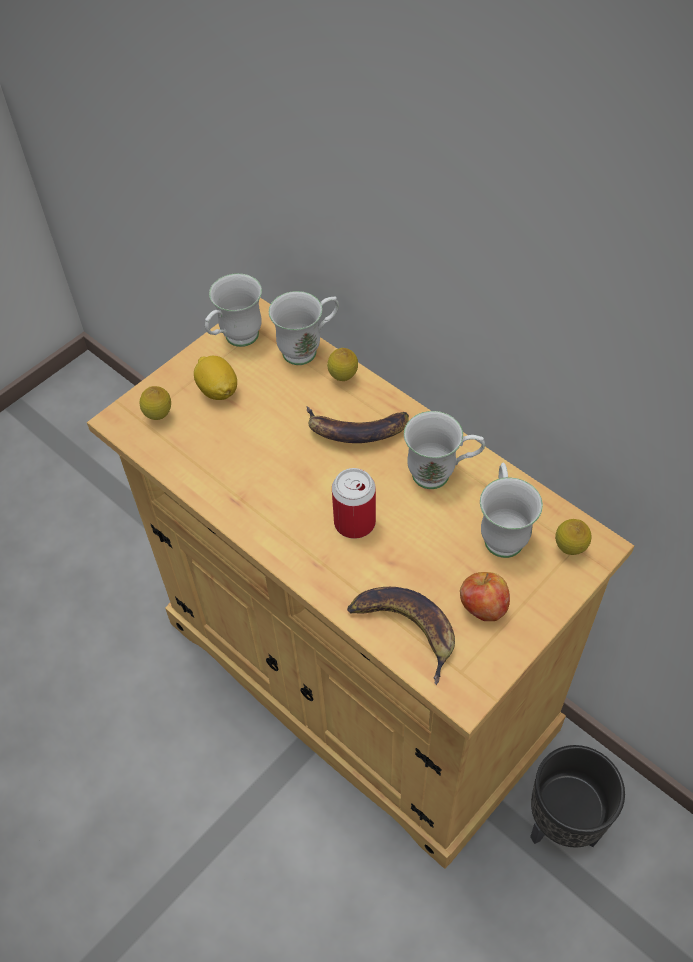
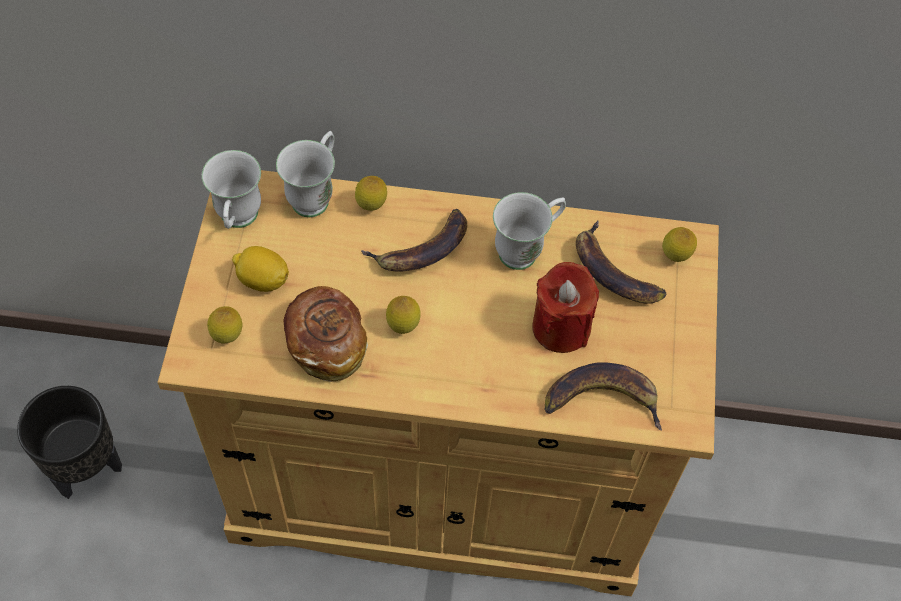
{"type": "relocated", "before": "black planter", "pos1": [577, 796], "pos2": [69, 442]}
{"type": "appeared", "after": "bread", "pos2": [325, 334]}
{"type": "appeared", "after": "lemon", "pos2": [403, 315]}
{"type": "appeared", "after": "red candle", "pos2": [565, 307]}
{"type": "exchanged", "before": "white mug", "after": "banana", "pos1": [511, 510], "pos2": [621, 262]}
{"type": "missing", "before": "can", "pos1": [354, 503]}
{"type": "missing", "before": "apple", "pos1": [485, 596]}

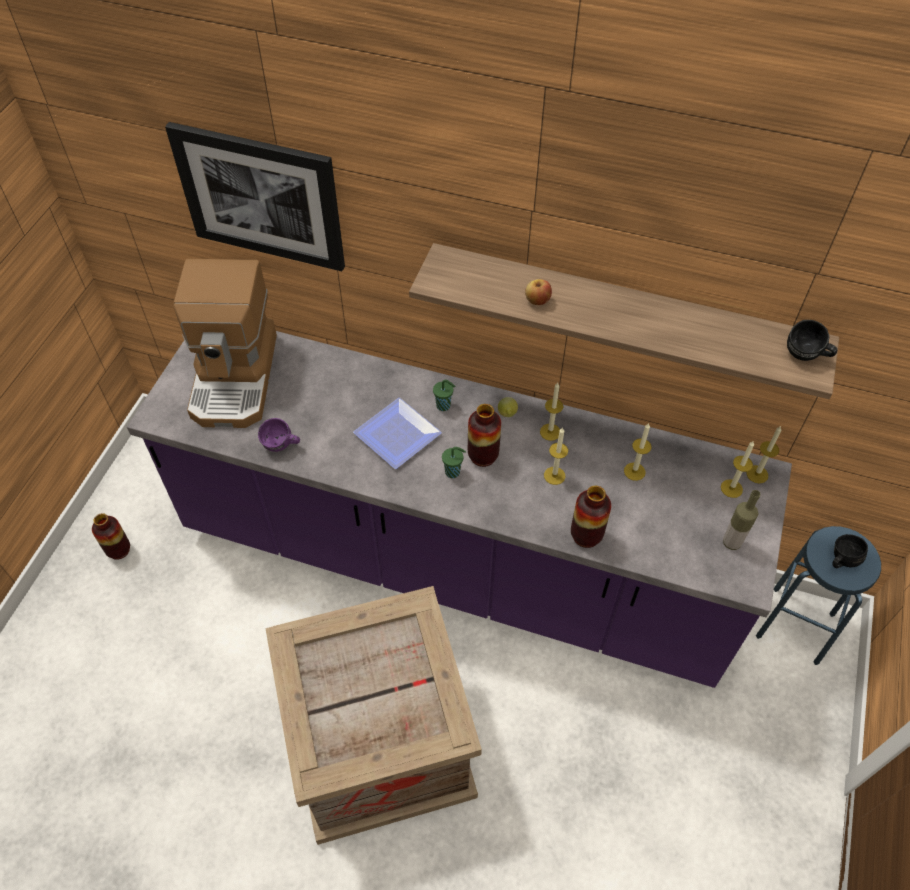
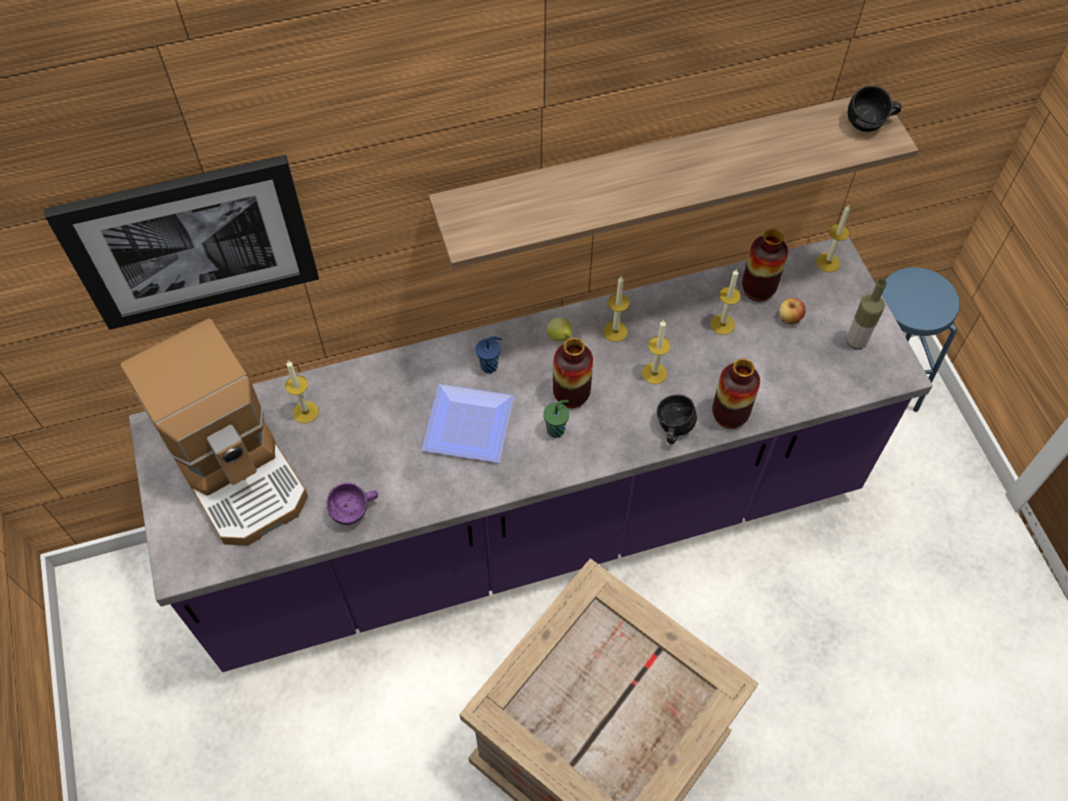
{"type": "relocated", "before": "candle", "pos1": [737, 469], "pos2": [302, 392]}
{"type": "colour", "before": "green cup", "after": "blue cup", "pos1": [444, 395], "pos2": [489, 354]}
{"type": "relocated", "before": "black mug", "pos1": [850, 551], "pos2": [677, 419]}
{"type": "relocated", "before": "vase", "pos1": [111, 536], "pos2": [765, 265]}
{"type": "relocated", "before": "apple", "pos1": [538, 292], "pos2": [792, 311]}

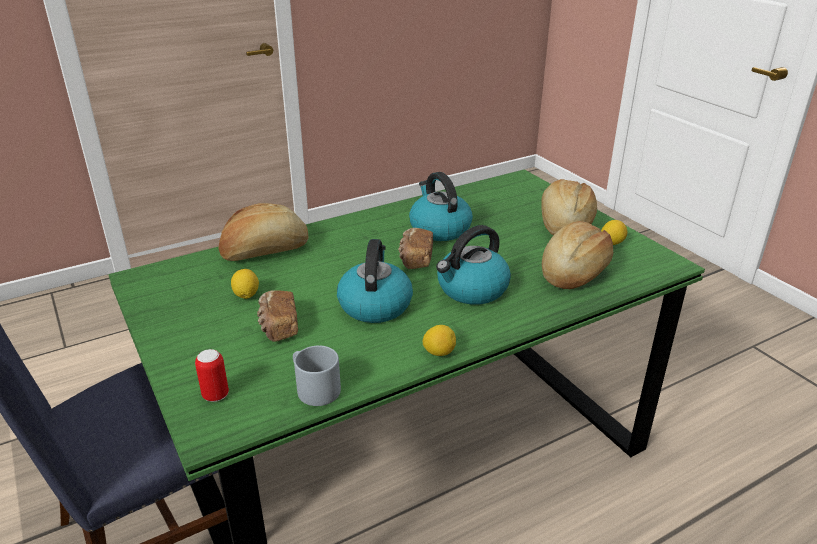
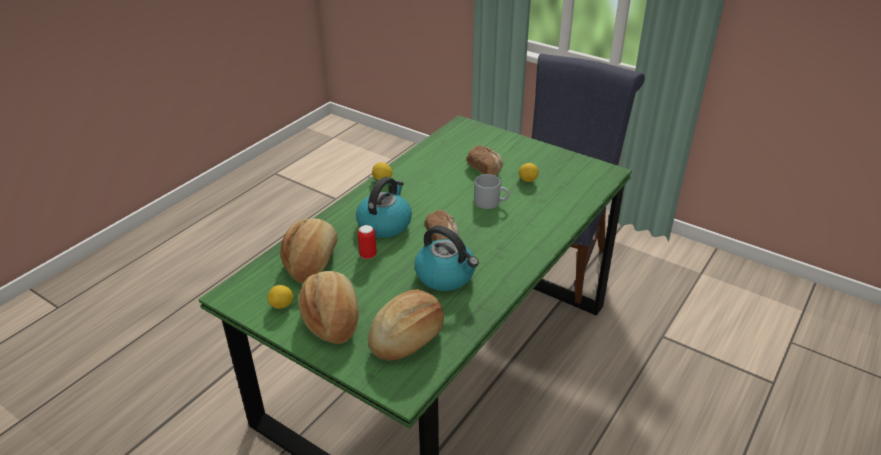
{"type": "relocated", "before": "can", "pos1": [212, 375], "pos2": [367, 242]}
{"type": "relocated", "before": "bread", "pos1": [264, 232], "pos2": [406, 324]}
{"type": "relocated", "before": "grey mug", "pos1": [317, 375], "pos2": [492, 191]}
{"type": "missing", "before": "kettle", "pos1": [375, 281]}

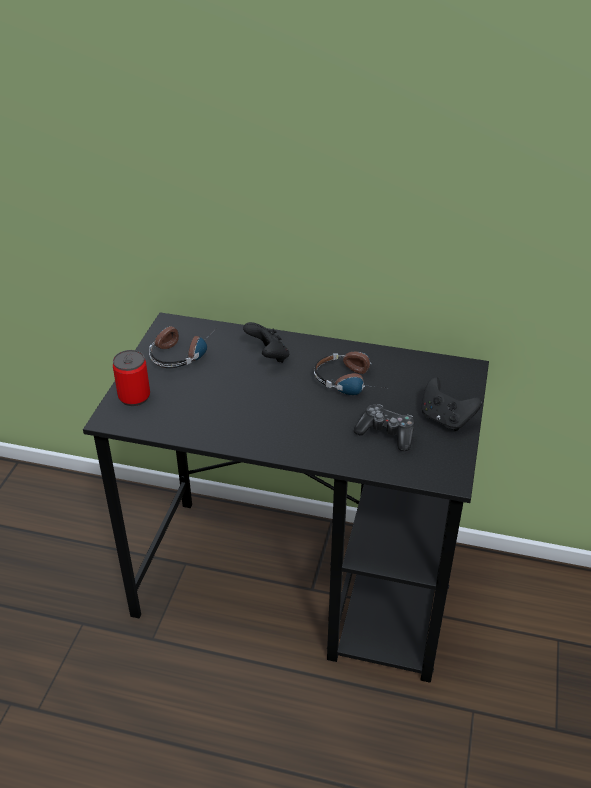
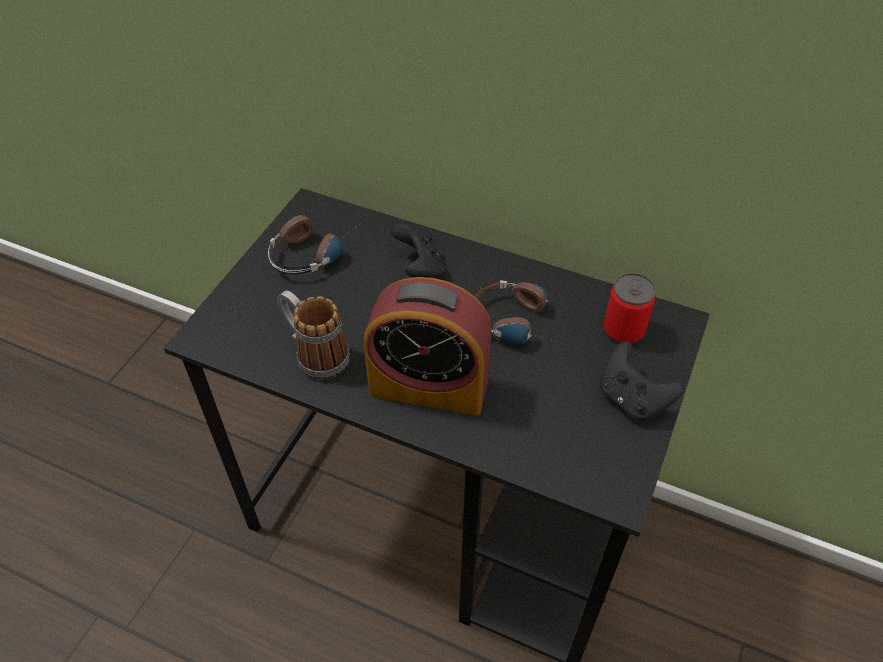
{"type": "appeared", "after": "mug", "pos2": [314, 335]}
{"type": "appeared", "after": "alarm clock", "pos2": [428, 346]}
{"type": "relocated", "before": "can", "pos1": [131, 378], "pos2": [630, 308]}
{"type": "missing", "before": "game controller", "pos1": [384, 427]}

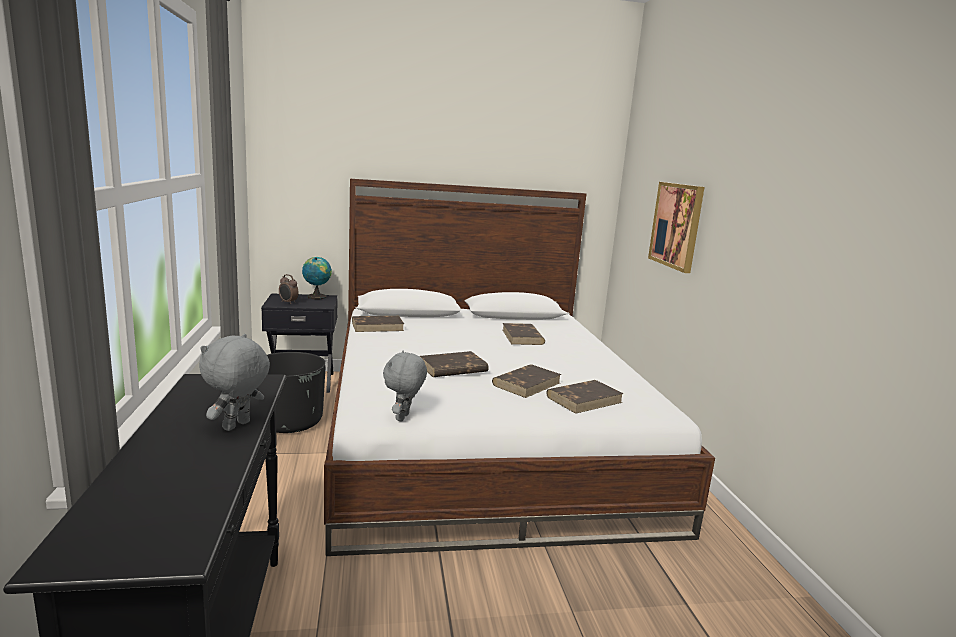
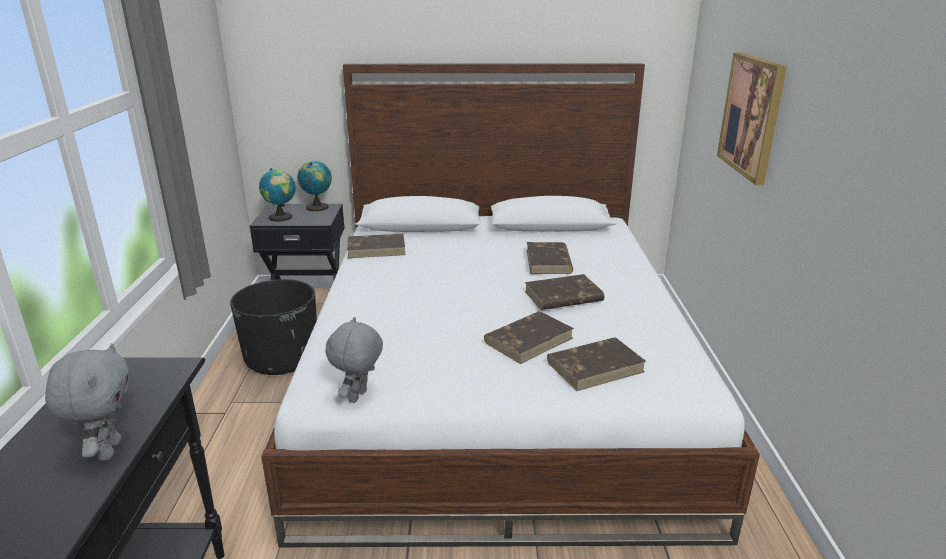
{"type": "spun", "before": "grey plush toy", "pos1": [234, 382], "pos2": [87, 402], "turn": 135}
{"type": "exchanged", "before": "alarm clock", "after": "globe", "pos1": [289, 289], "pos2": [277, 194]}
{"type": "relocated", "before": "brown book", "pos1": [454, 364], "pos2": [564, 292]}

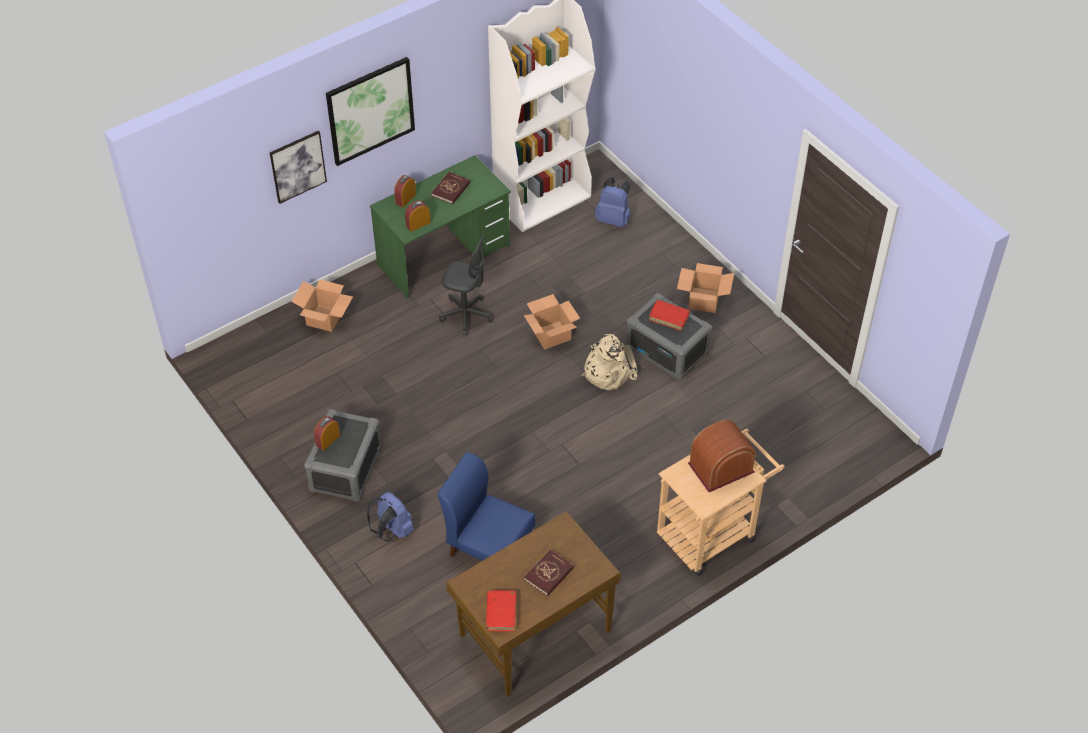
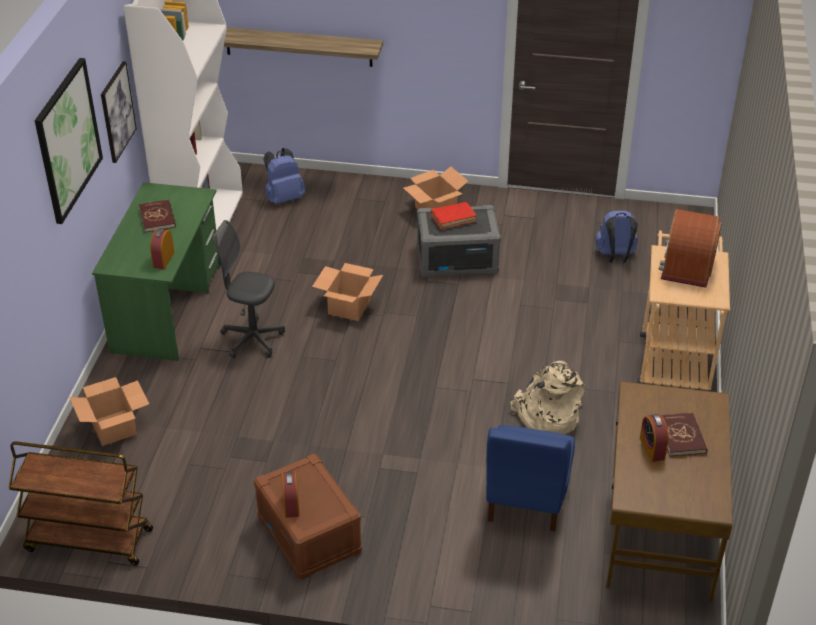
{"type": "appeared", "after": "brown cart", "pos2": [80, 503]}
{"type": "relocated", "before": "picture", "pos1": [298, 167], "pos2": [119, 112]}
{"type": "spun", "before": "grey office chair", "pos1": [466, 285], "pos2": [249, 289], "turn": -135}
{"type": "appeared", "after": "shelf", "pos2": [303, 47]}
{"type": "colour", "before": "grey storage box", "after": "brown storage box", "pos1": [343, 455], "pos2": [308, 517]}
{"type": "spun", "before": "blue chair", "pos1": [487, 506], "pos2": [530, 478], "turn": -60}
{"type": "relocated", "before": "beige backpack", "pos1": [610, 362], "pos2": [548, 397]}
{"type": "relocated", "before": "blue backpack", "pos1": [390, 516], "pos2": [616, 236]}
{"type": "relocated", "before": "alarm clock", "pos1": [405, 191], "pos2": [654, 438]}
{"type": "missing", "before": "red book", "pos1": [501, 610]}

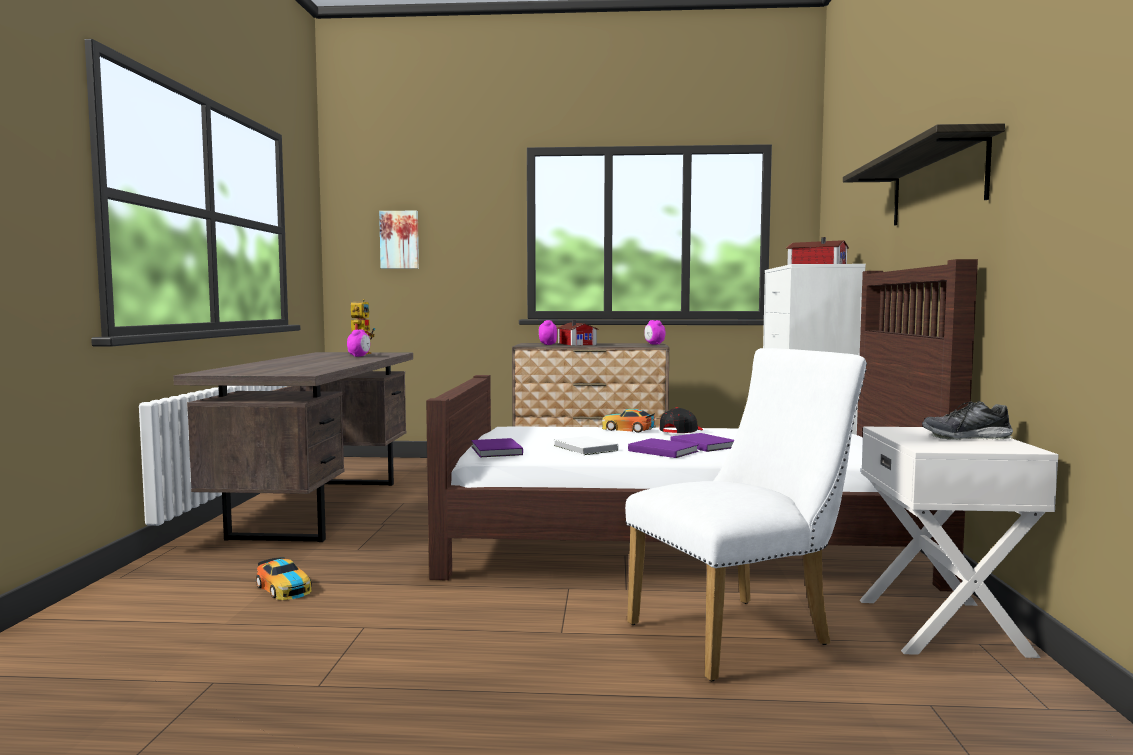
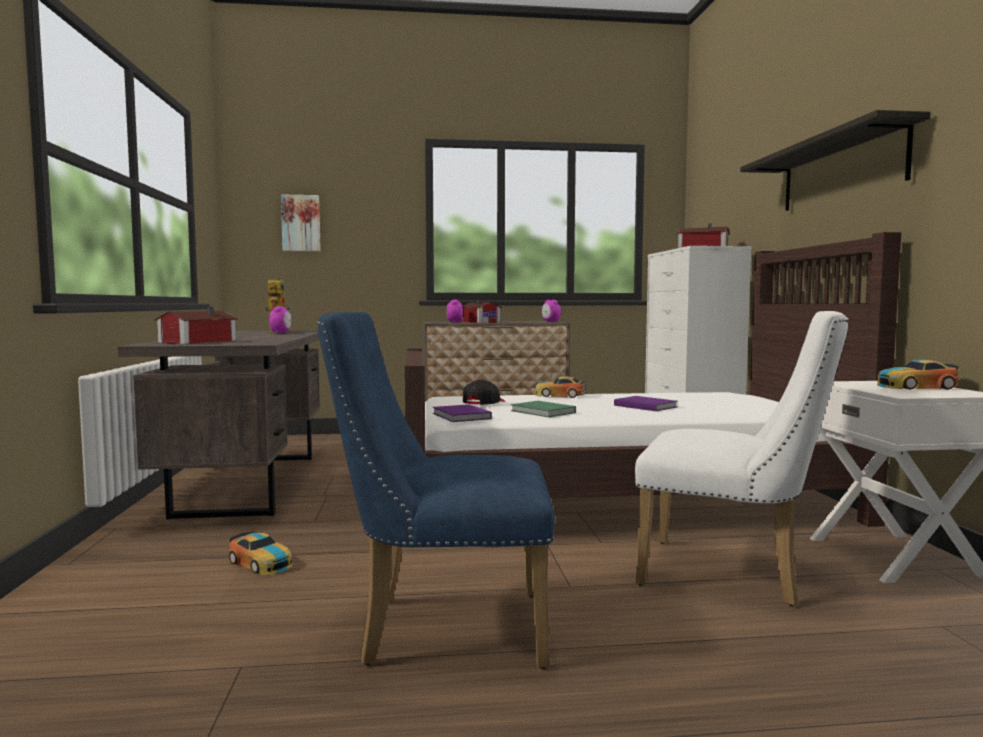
{"type": "appeared", "after": "toy house", "pos2": [196, 325]}
{"type": "appeared", "after": "blue chair", "pos2": [436, 490]}
{"type": "relocated", "before": "black cap", "pos1": [681, 420], "pos2": [484, 392]}
{"type": "colour", "before": "white book", "after": "green book", "pos1": [585, 445], "pos2": [543, 409]}
{"type": "spun", "before": "white chair", "pos1": [746, 514], "pos2": [741, 458], "turn": 60}
{"type": "exchanged", "before": "shoe", "after": "toy car", "pos1": [967, 420], "pos2": [918, 375]}
{"type": "missing", "before": "purple book", "pos1": [663, 448]}

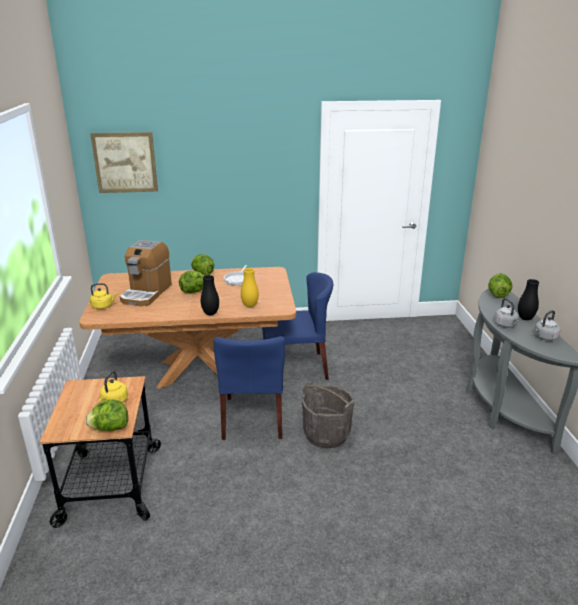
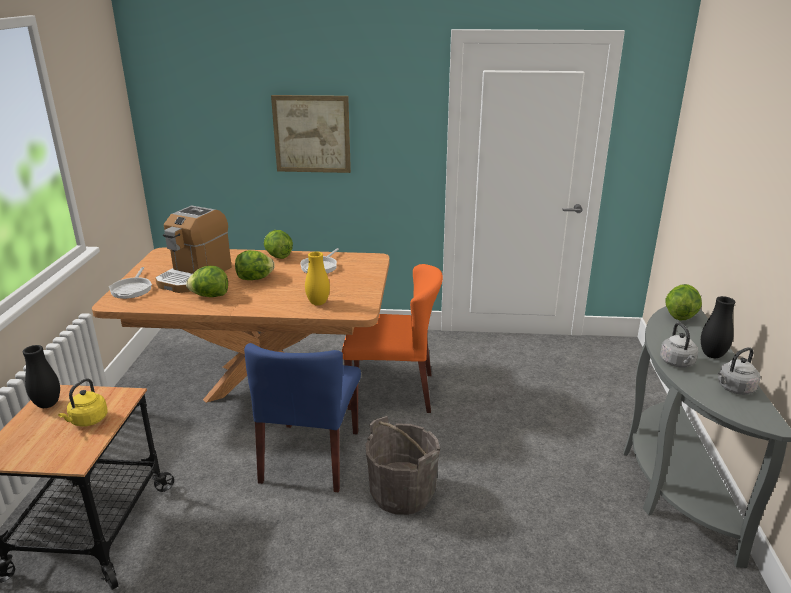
{"type": "relocated", "before": "black vase", "pos1": [210, 295], "pos2": [41, 376]}
{"type": "exchanged", "before": "yellow kettle", "after": "frying pan", "pos1": [103, 296], "pos2": [130, 283]}
{"type": "relocated", "before": "lettuce", "pos1": [106, 415], "pos2": [207, 281]}
{"type": "relocated", "before": "picture", "pos1": [124, 162], "pos2": [311, 134]}
{"type": "colour", "before": "blue chair", "after": "orange chair", "pos1": [297, 326], "pos2": [392, 338]}

